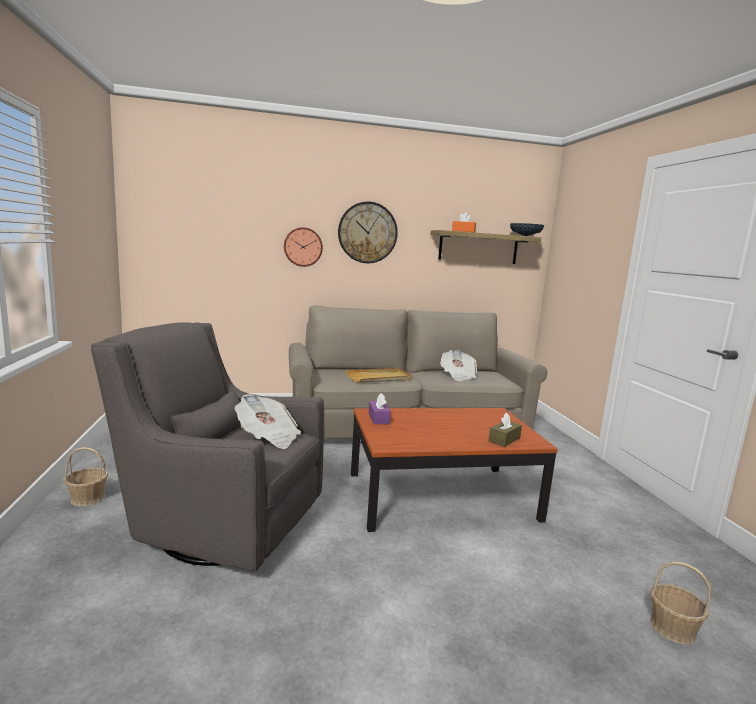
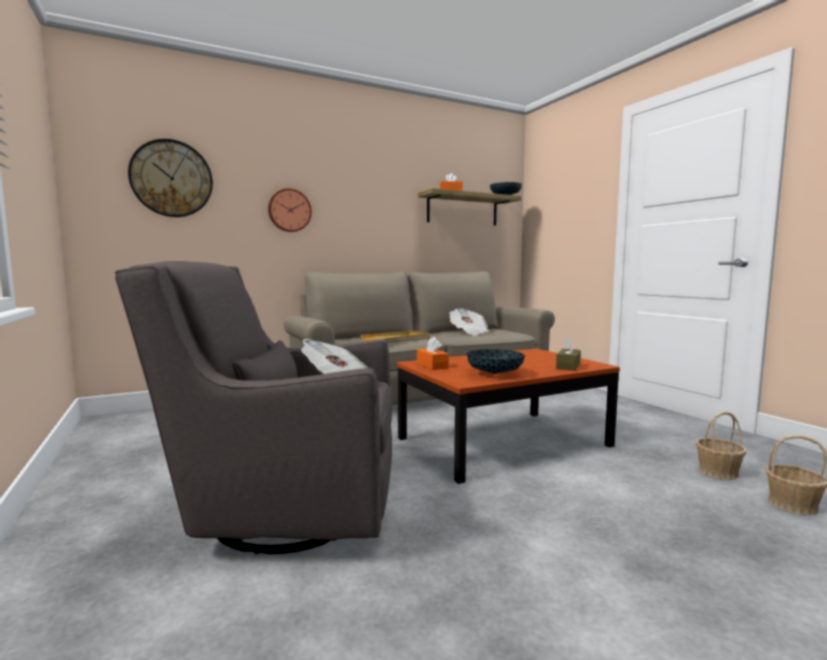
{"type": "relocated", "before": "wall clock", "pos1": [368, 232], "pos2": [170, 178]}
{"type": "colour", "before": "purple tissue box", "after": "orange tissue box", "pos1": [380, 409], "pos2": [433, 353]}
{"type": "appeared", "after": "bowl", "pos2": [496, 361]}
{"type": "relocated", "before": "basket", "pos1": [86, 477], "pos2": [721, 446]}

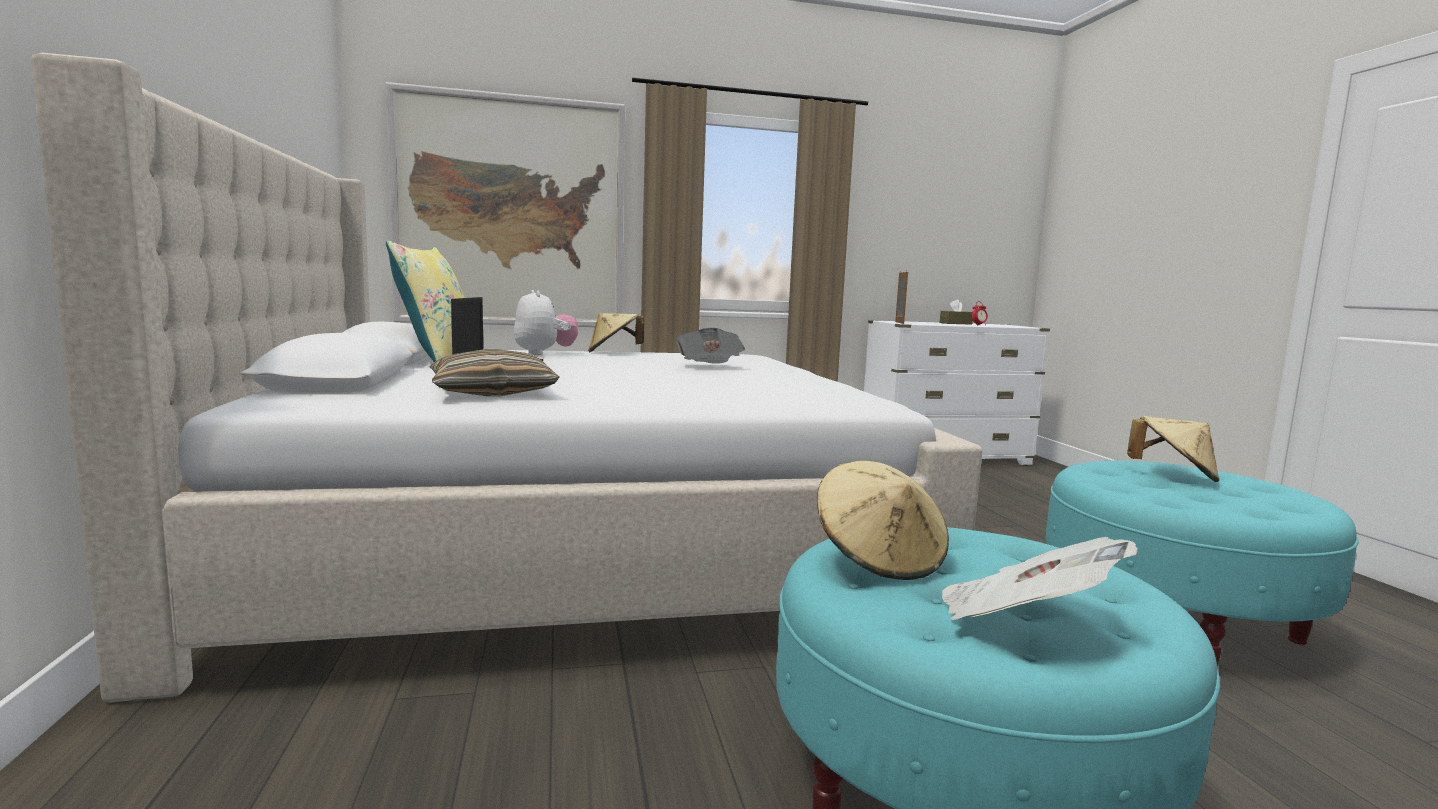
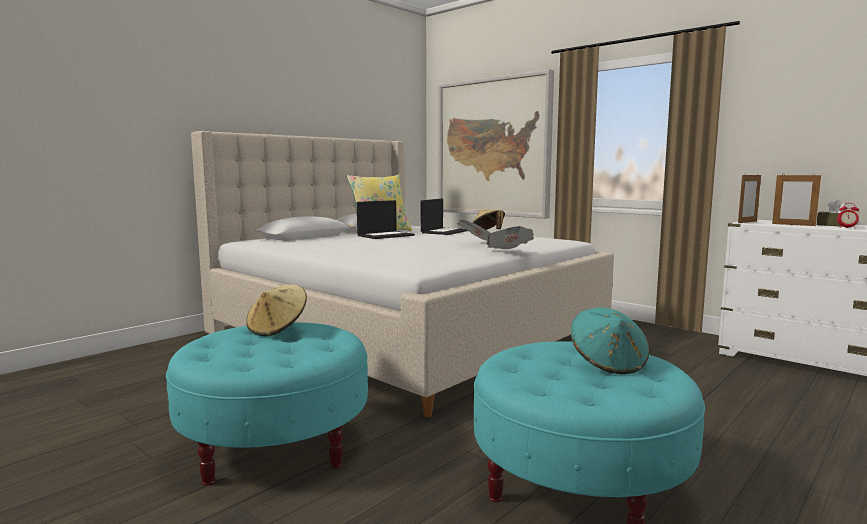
{"type": "exchanged", "before": "plush toy", "after": "laptop", "pos1": [546, 322], "pos2": [444, 216]}
{"type": "relocated", "before": "newspaper", "pos1": [1039, 578], "pos2": [510, 237]}
{"type": "colour", "before": "beige hat", "after": "turquoise hat", "pos1": [1173, 449], "pos2": [610, 341]}
{"type": "appeared", "after": "picture frame", "pos2": [796, 199]}
{"type": "missing", "before": "pillow", "pos1": [494, 372]}

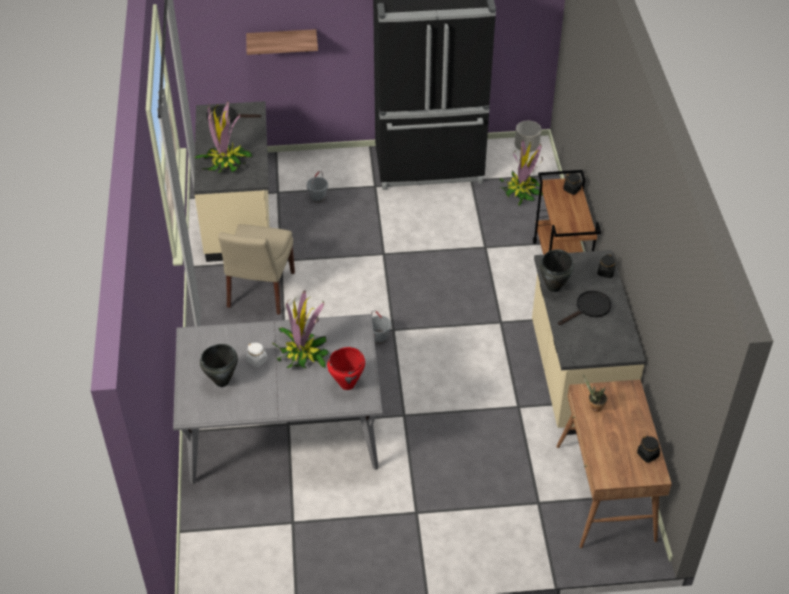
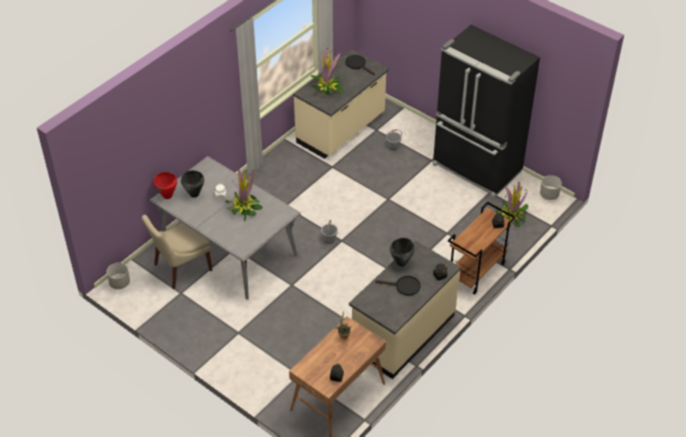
{"type": "appeared", "after": "grey planter", "pos2": [118, 276]}
{"type": "relocated", "before": "beige chair", "pos1": [256, 269], "pos2": [177, 252]}
{"type": "relocated", "before": "red cooking pot", "pos1": [346, 368], "pos2": [165, 185]}
{"type": "missing", "before": "shelf", "pos1": [282, 42]}

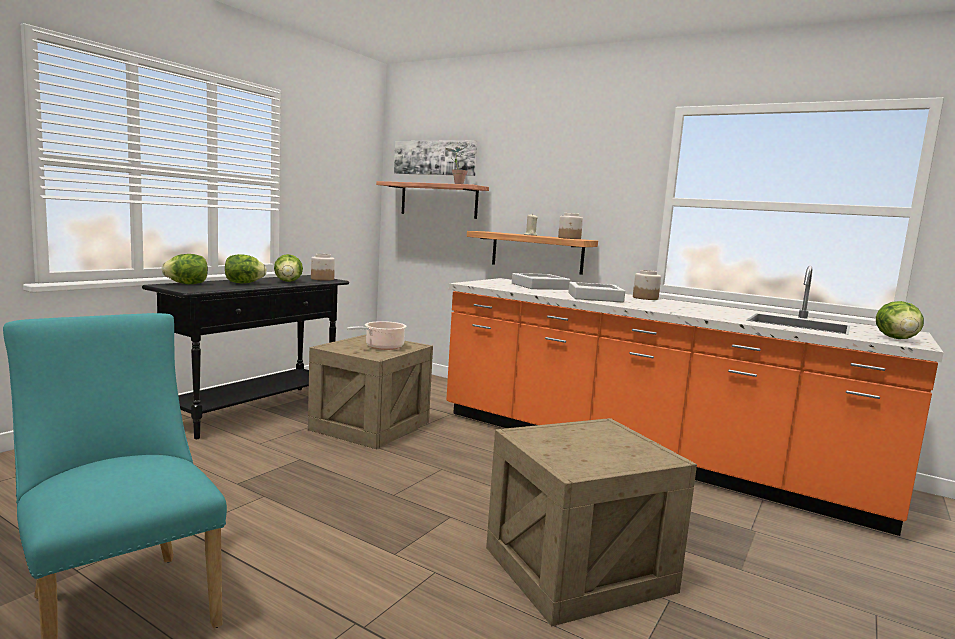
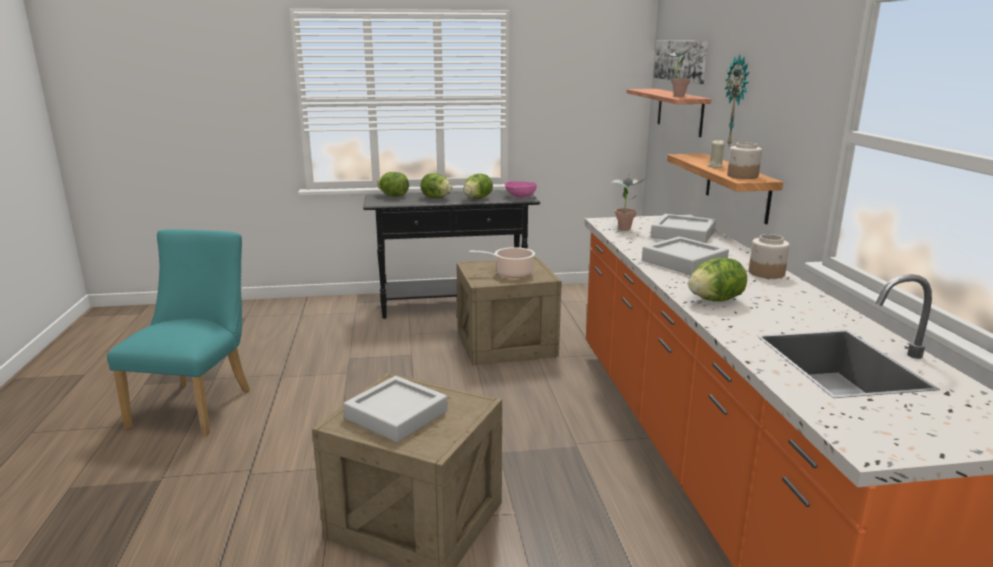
{"type": "appeared", "after": "grey tray", "pos2": [396, 409]}
{"type": "exchanged", "before": "jar", "after": "pink bowl", "pos1": [323, 267], "pos2": [520, 189]}
{"type": "appeared", "after": "potted plant", "pos2": [628, 202]}
{"type": "relocated", "before": "lettuce", "pos1": [900, 320], "pos2": [717, 279]}
{"type": "appeared", "after": "wall clock", "pos2": [737, 100]}

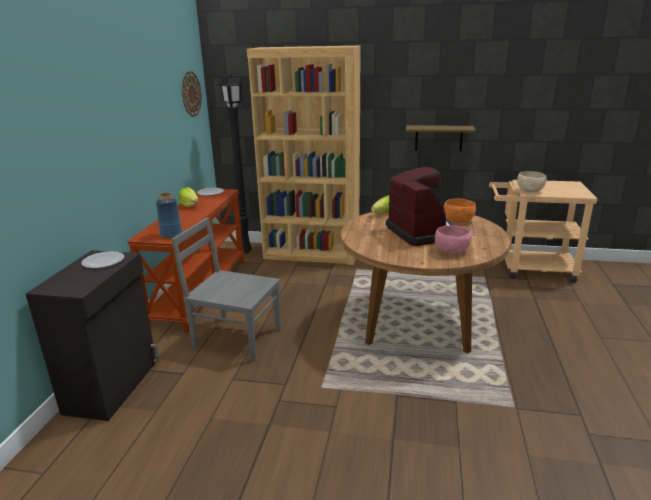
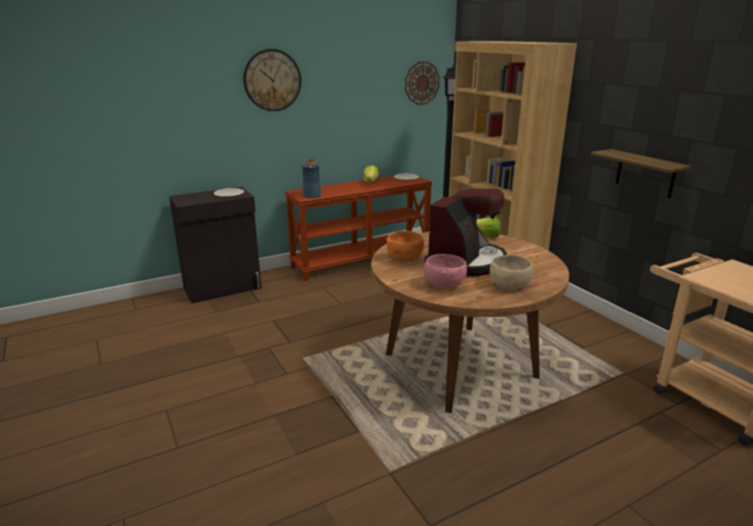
{"type": "appeared", "after": "wall clock", "pos2": [272, 80]}
{"type": "relocated", "before": "orange bowl", "pos1": [460, 210], "pos2": [405, 246]}
{"type": "relocated", "before": "beige bowl", "pos1": [532, 181], "pos2": [511, 272]}
{"type": "missing", "before": "grey chair", "pos1": [226, 289]}

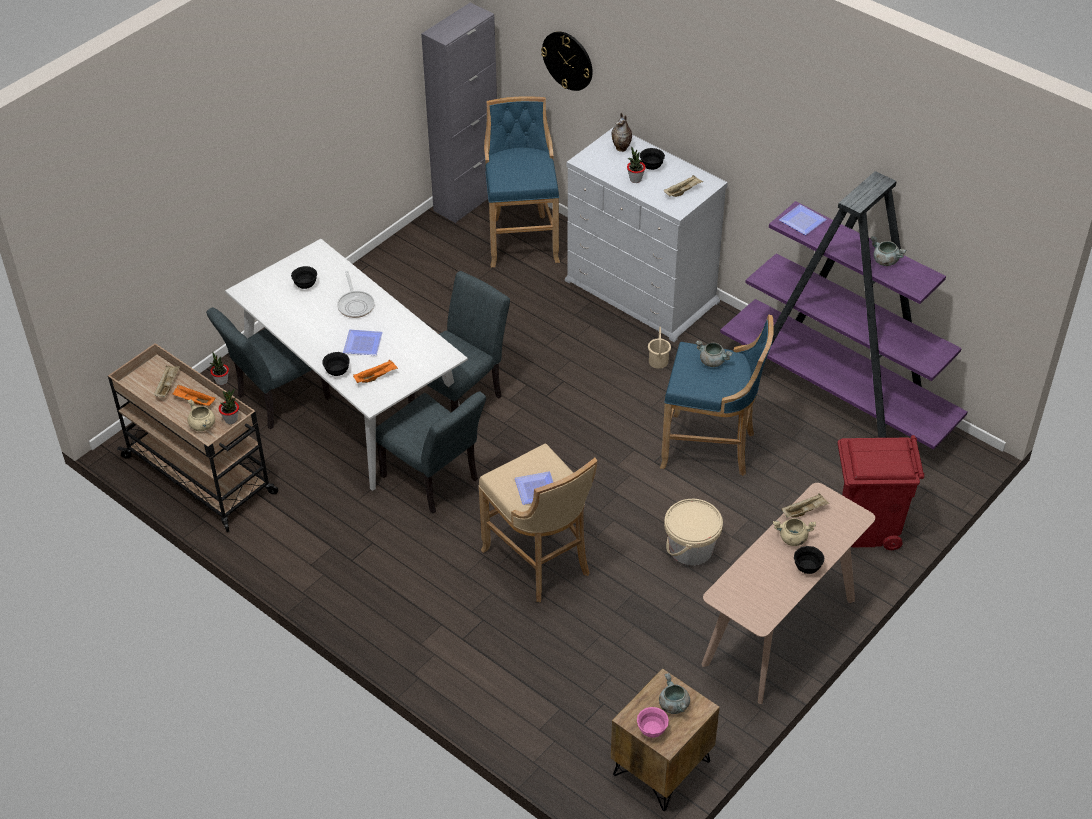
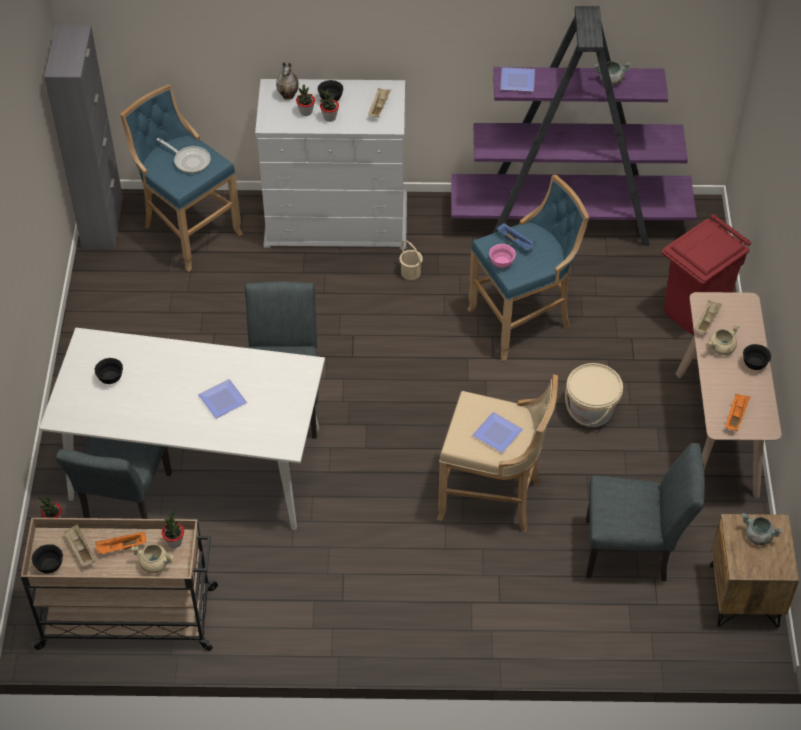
{"type": "relocated", "before": "black bowl", "pos1": [336, 364], "pos2": [47, 558]}
{"type": "relocated", "before": "frying pan", "pos1": [356, 294], "pos2": [183, 155]}
{"type": "appeared", "after": "potted plant", "pos2": [305, 100]}
{"type": "relocated", "before": "pink bowl", "pos1": [653, 722], "pos2": [502, 256]}
{"type": "exchanged", "before": "grey cooking pot", "after": "blue tray", "pos1": [714, 354], "pos2": [515, 237]}
{"type": "relocated", "before": "grey chair", "pos1": [431, 452], "pos2": [645, 512]}
{"type": "relocated", "before": "orange tray", "pos1": [375, 371], "pos2": [737, 412]}
{"type": "missing", "before": "wall clock", "pos1": [567, 61]}

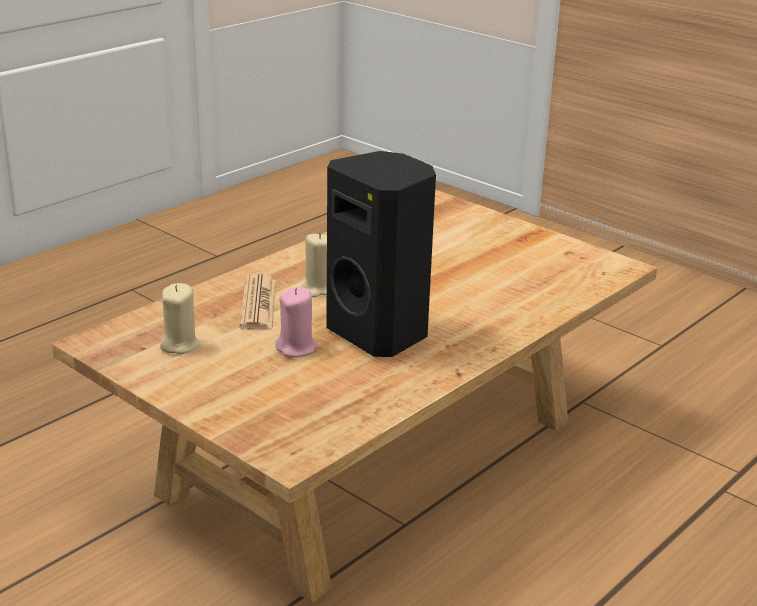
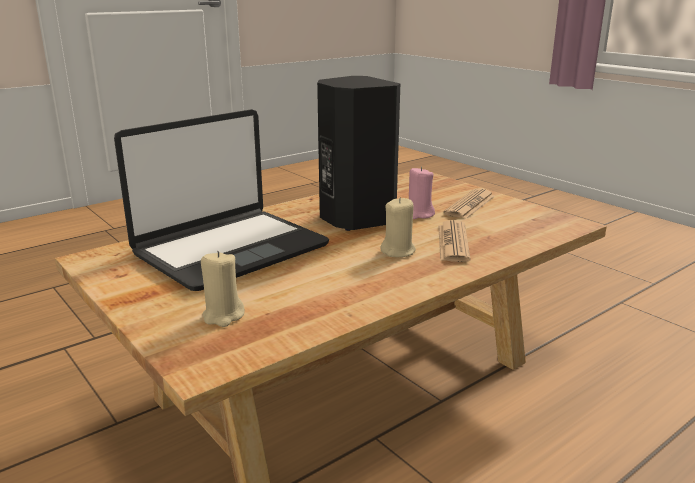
{"type": "appeared", "after": "laptop", "pos2": [221, 200]}
{"type": "relocated", "before": "beige candle", "pos1": [180, 318], "pos2": [223, 289]}
{"type": "appeared", "after": "newspaper", "pos2": [469, 204]}

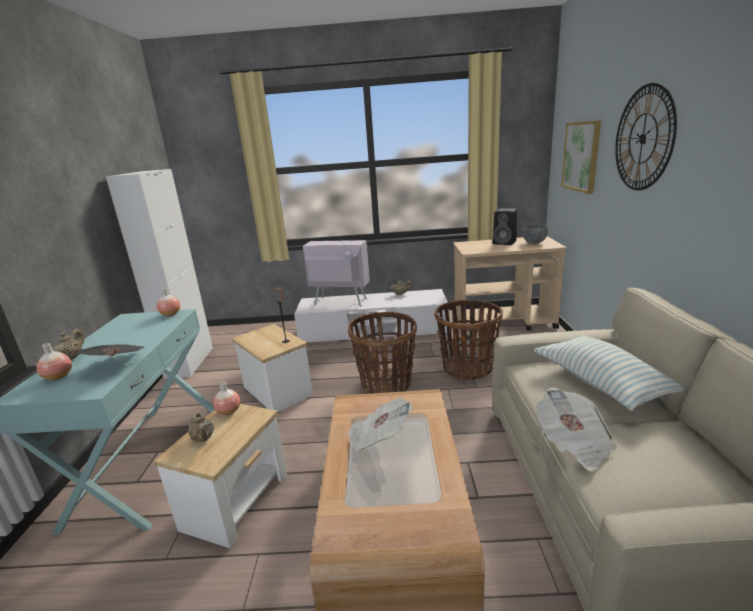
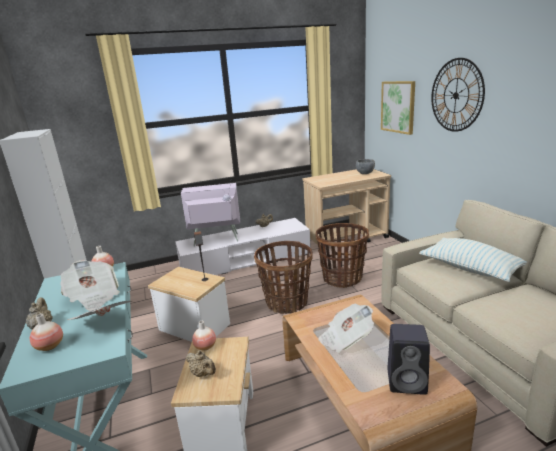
{"type": "relocated", "before": "newspaper", "pos1": [576, 429], "pos2": [90, 285]}
{"type": "relocated", "before": "black speaker", "pos1": [505, 226], "pos2": [408, 359]}

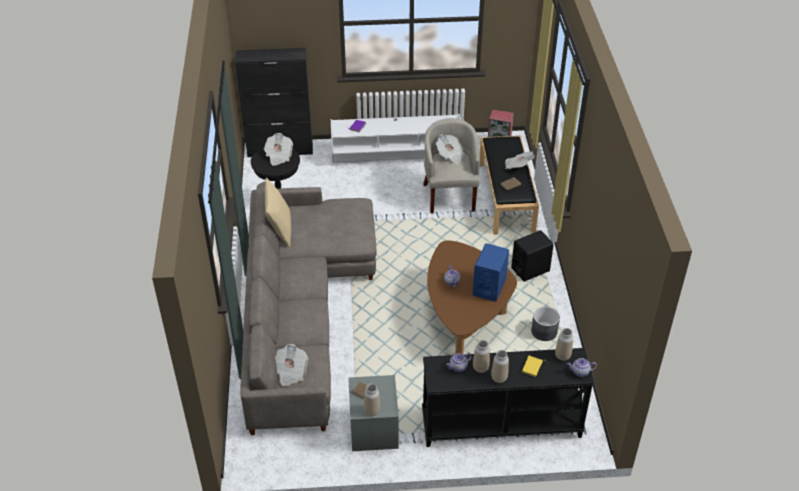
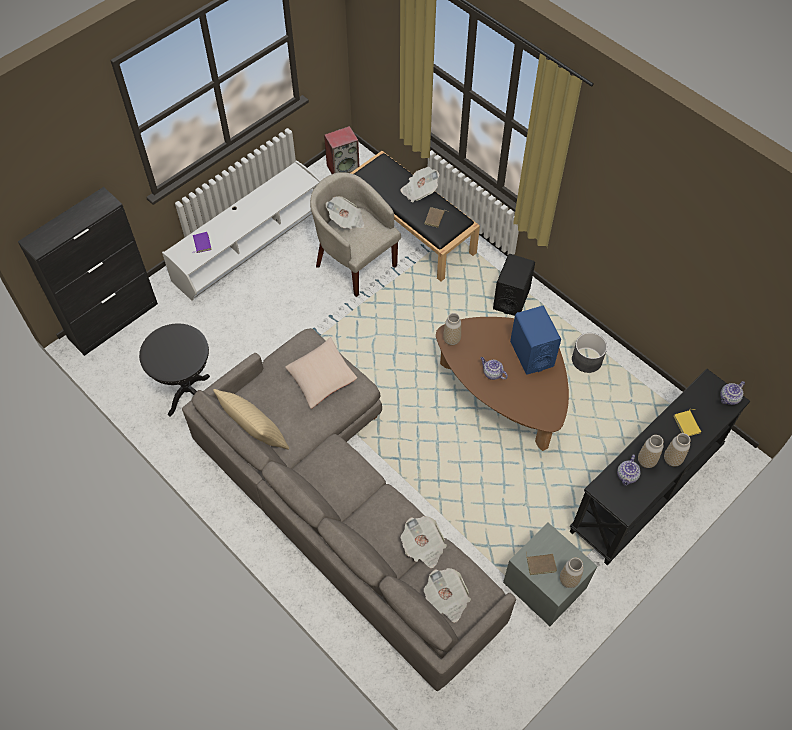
{"type": "appeared", "after": "beige pillow", "pos2": [321, 373]}
{"type": "relocated", "before": "newspaper", "pos1": [278, 149], "pos2": [424, 542]}
{"type": "relocated", "before": "vase", "pos1": [564, 344], "pos2": [452, 329]}

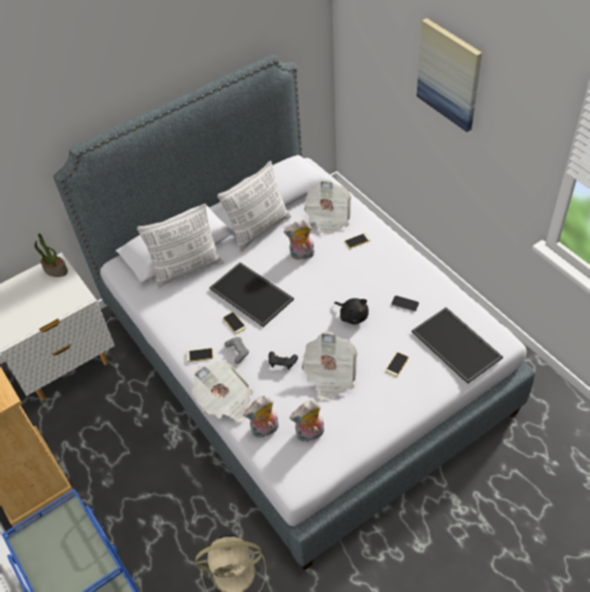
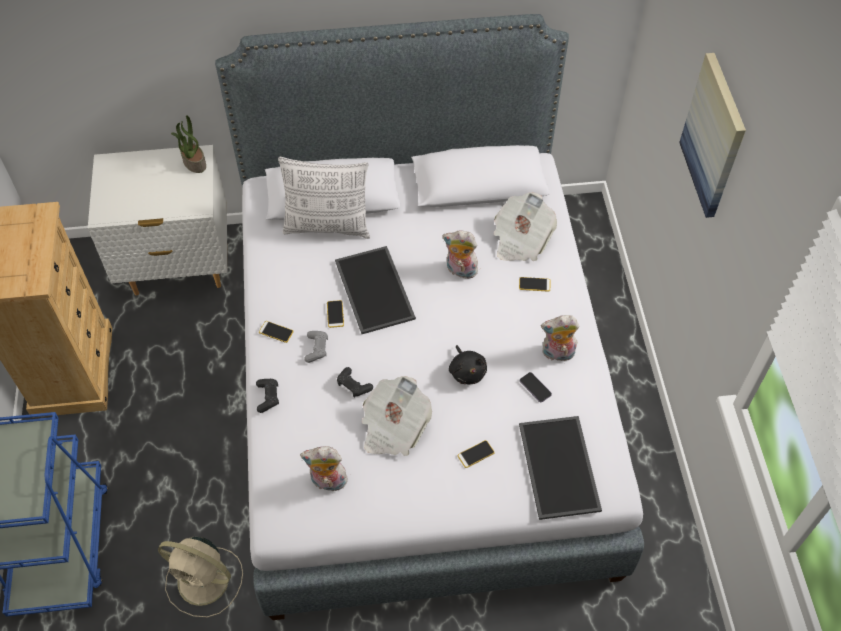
{"type": "exchanged", "before": "newspaper", "after": "black game controller", "pos1": [222, 391], "pos2": [267, 396]}
{"type": "relocated", "before": "plush toy", "pos1": [261, 417], "pos2": [560, 338]}
{"type": "missing", "before": "pillow", "pos1": [254, 207]}

